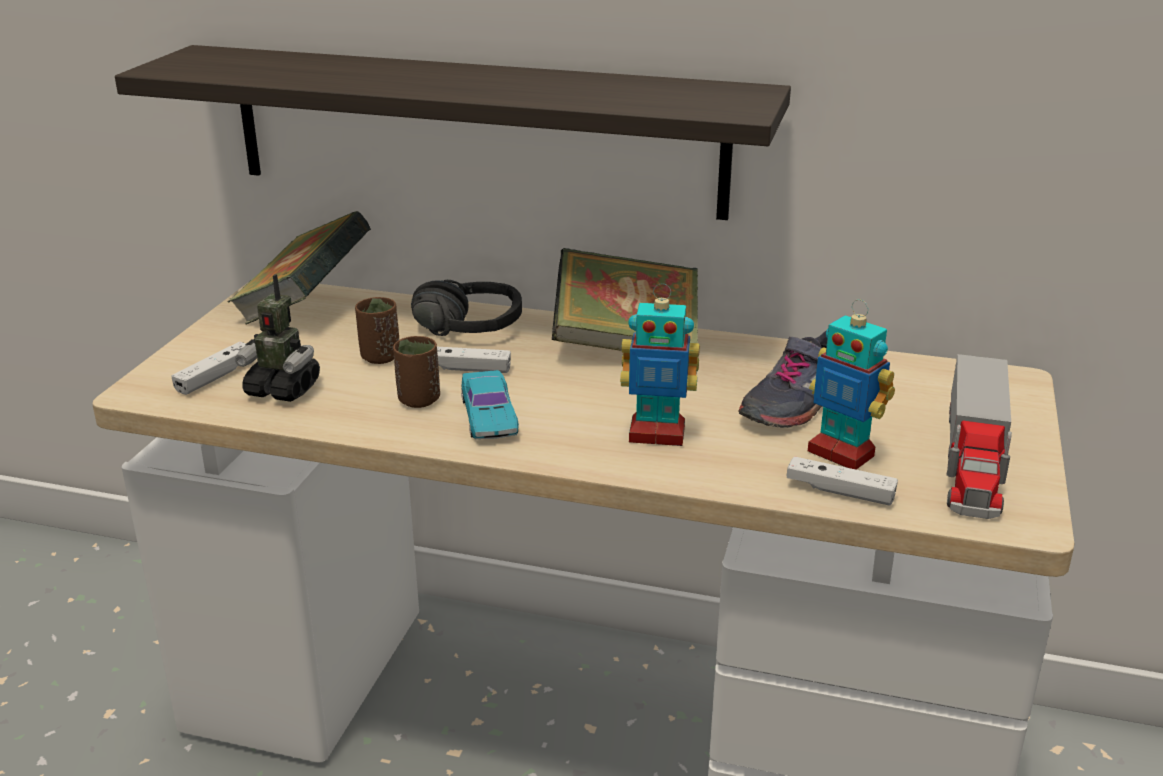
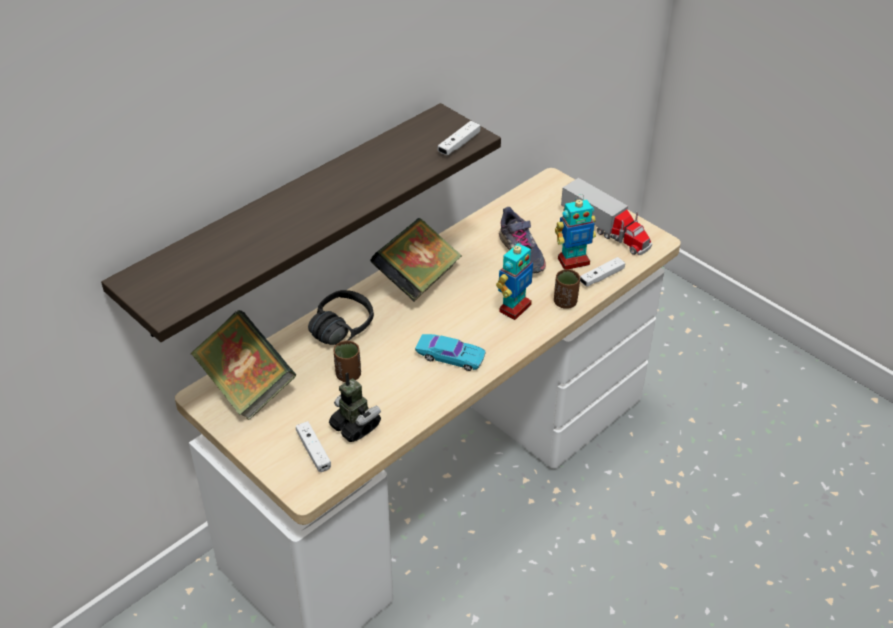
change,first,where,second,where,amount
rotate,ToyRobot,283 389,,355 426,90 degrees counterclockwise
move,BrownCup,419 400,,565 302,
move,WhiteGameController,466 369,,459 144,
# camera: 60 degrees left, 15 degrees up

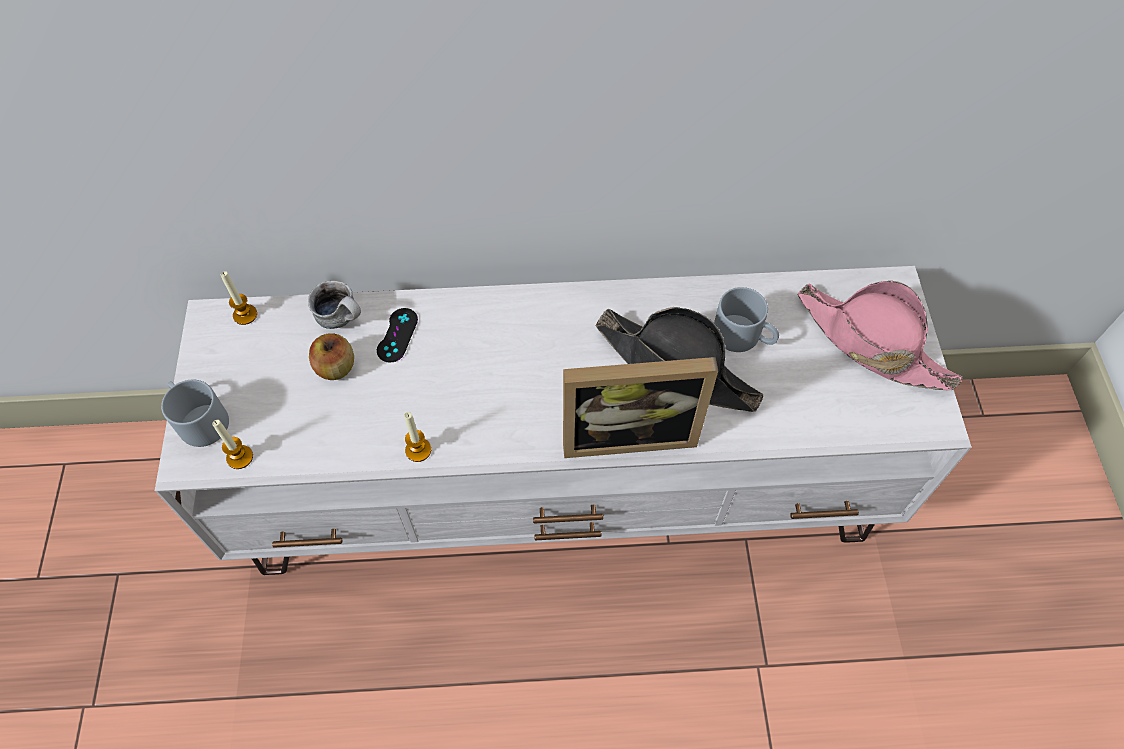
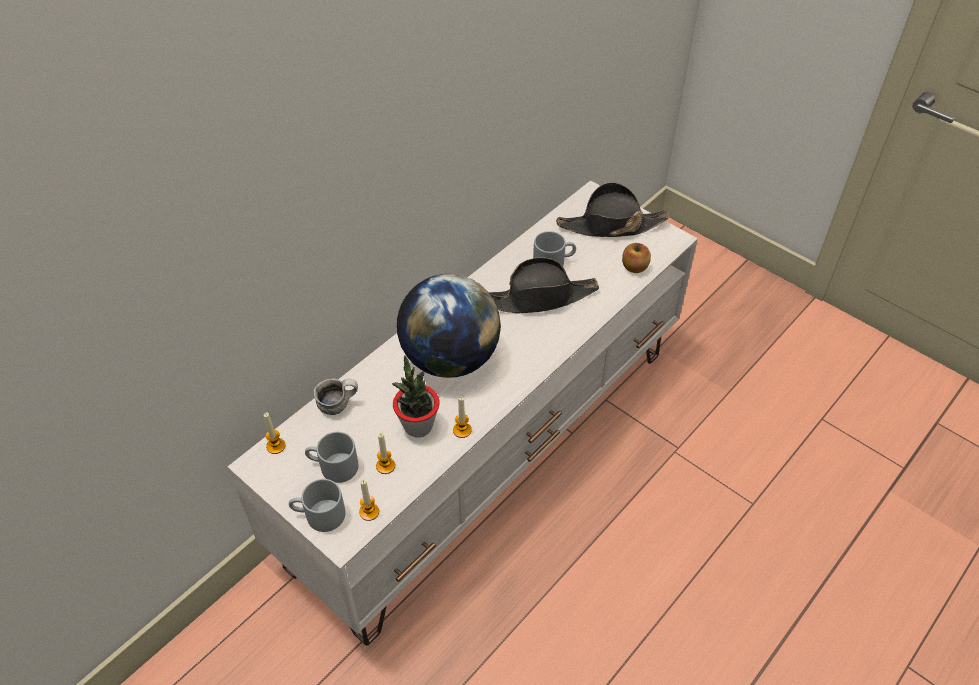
change,first,where,second,where,amount
recolor,PinkHat,871 343,BlackHat,611 225,
delete,BlackGameController,397 335,,,
move,Apple,336 368,,634 267,
delete,PictureFrame,627 432,,,
insert,,,Globe,450 358,
insert,,,PottedPlant,418 426,
insert,,,GreyMug,333 467,
insert,,,Candle,385 466,
# camera: 45 degrees left, 10 degrees down

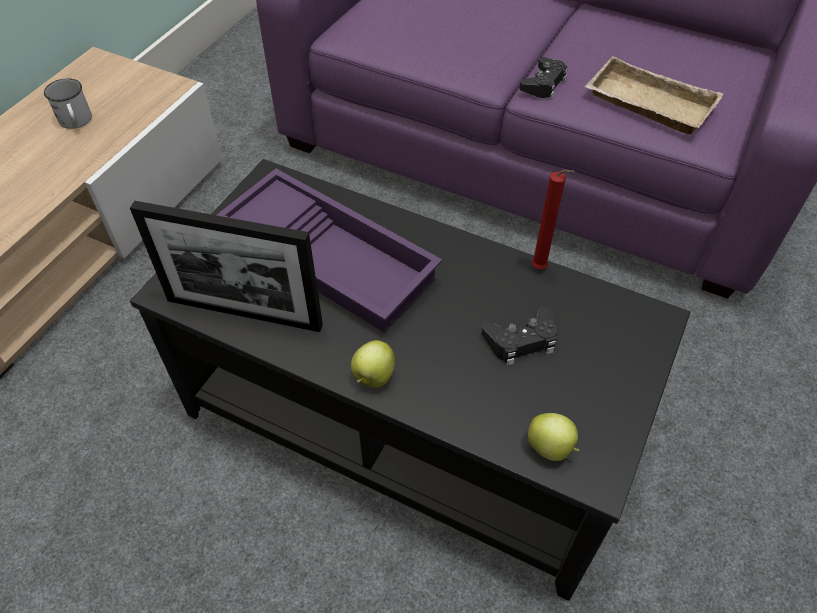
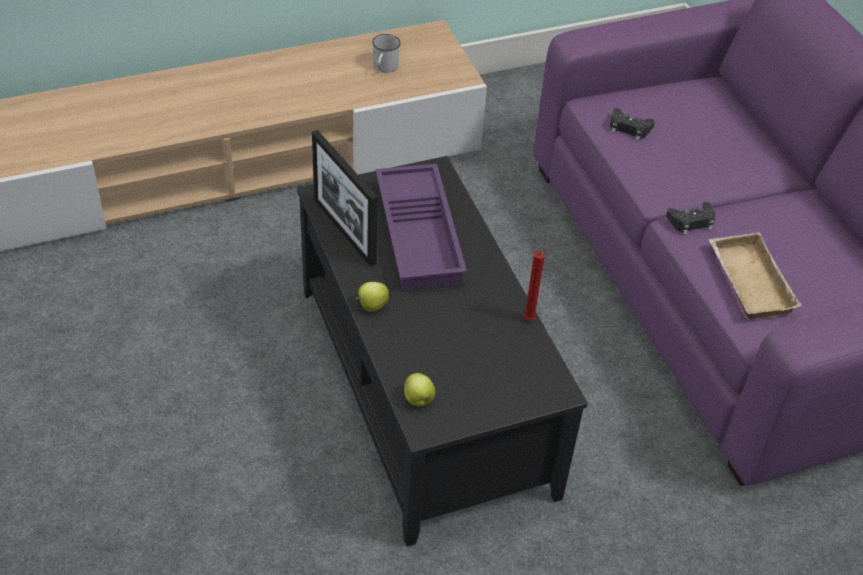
change,first,where,second,where,amount
move,BlackGameController,521 341,,629 128,
# camera: 40 degrees right, 5 degrees down

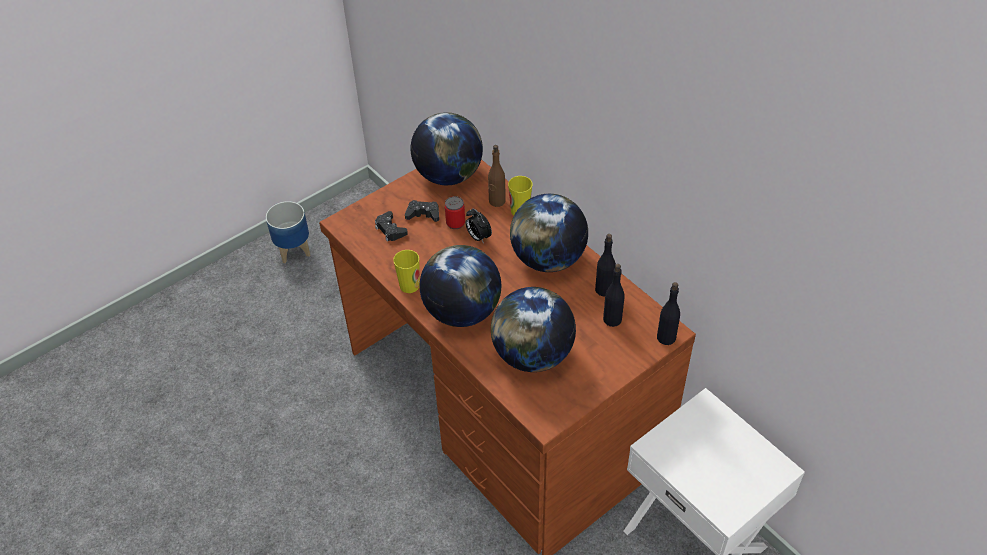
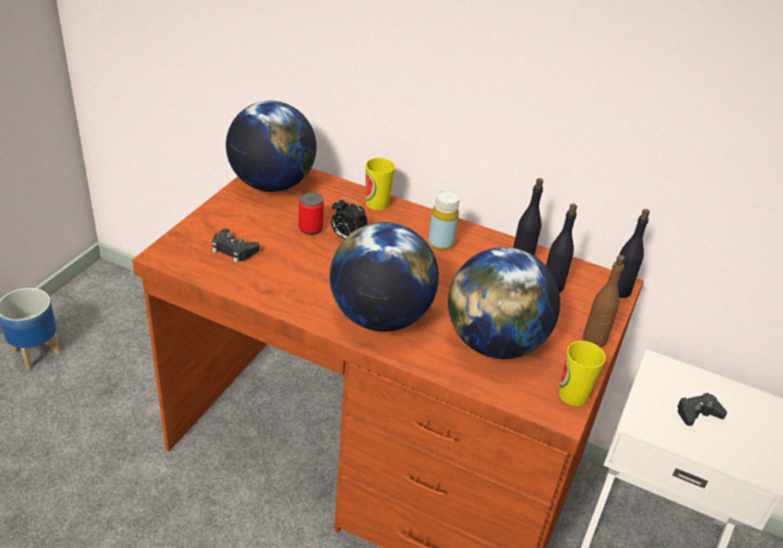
change,first,where,second,where,amount
move,BrownBottle,497 201,,594 340,
replace,Globe,548 259,YellowBottle,440 243,
move,BlackGameController,423 214,,697 413,
move,Cup,409 285,,573 394,
# camera: 30 degrees left, 10 degrees down

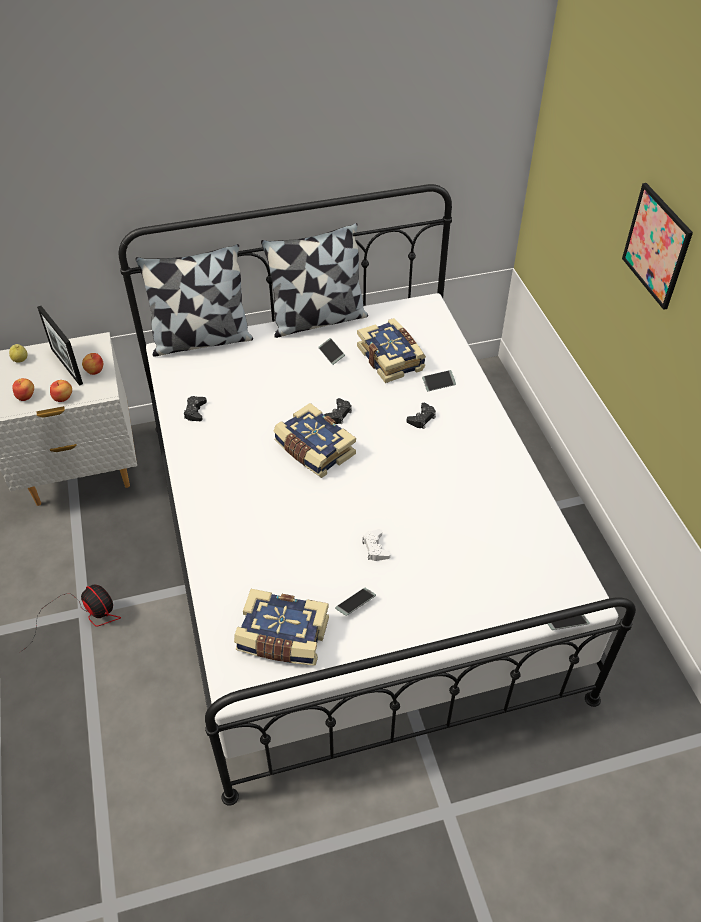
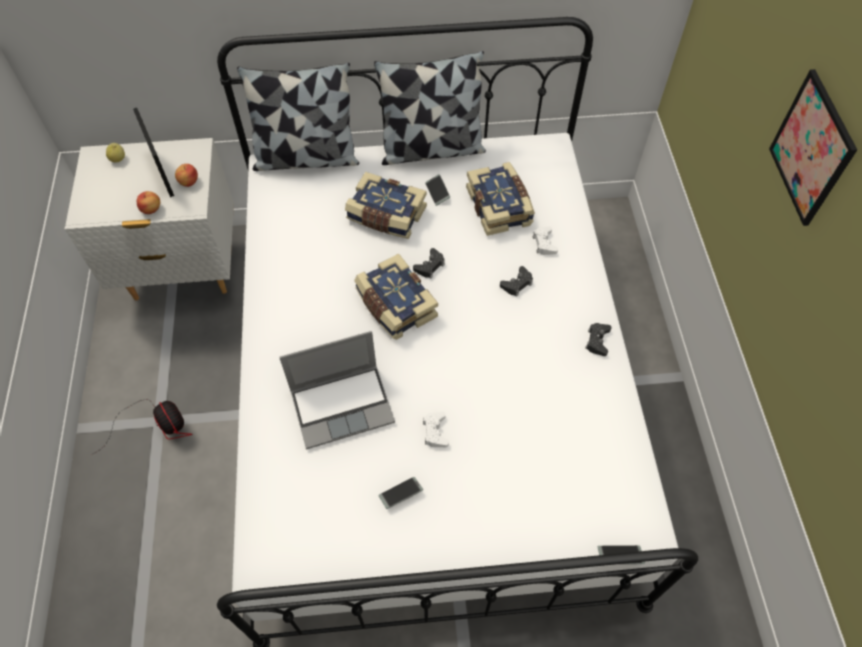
change,first,where,second,where,amount
replace,Phone,438 383,WhiteGameController,544 243,
delete,Apple,26 396,,,
move,BlackGameController,195 411,,597 341,
move,Book,282 638,,386 216,
insert,,,Laptop,343 405,
# camera: 10 degrees right, 10 degrees up

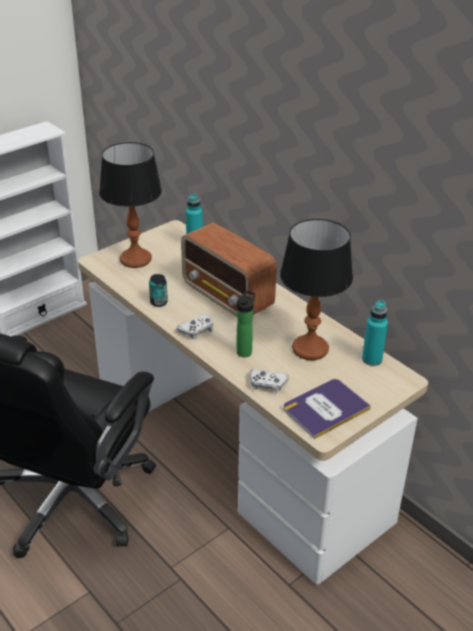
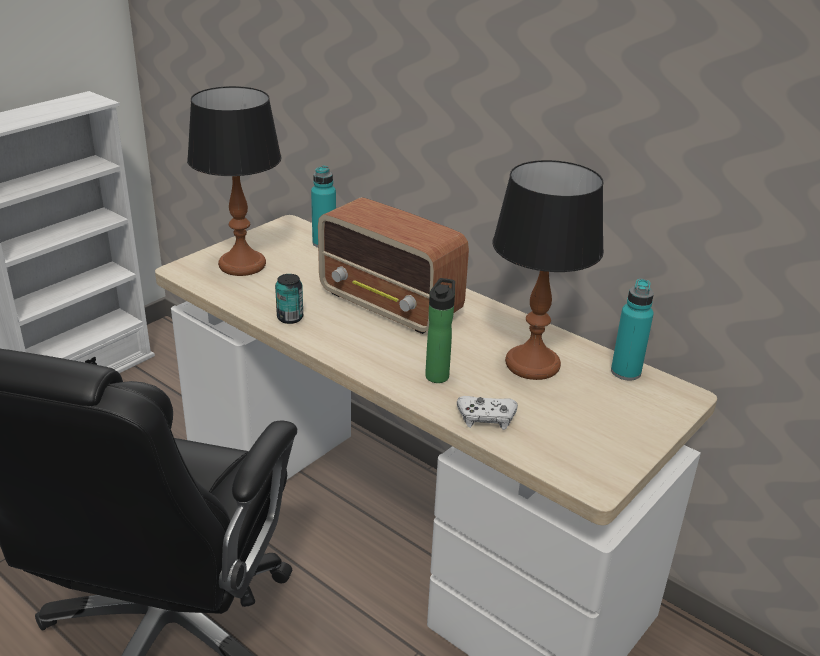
change,first,where,second,where,amount
delete,WhiteGameController,197 330,,,
delete,Book,325 409,,,
# camera: 10 degrees left, 5 degrees down

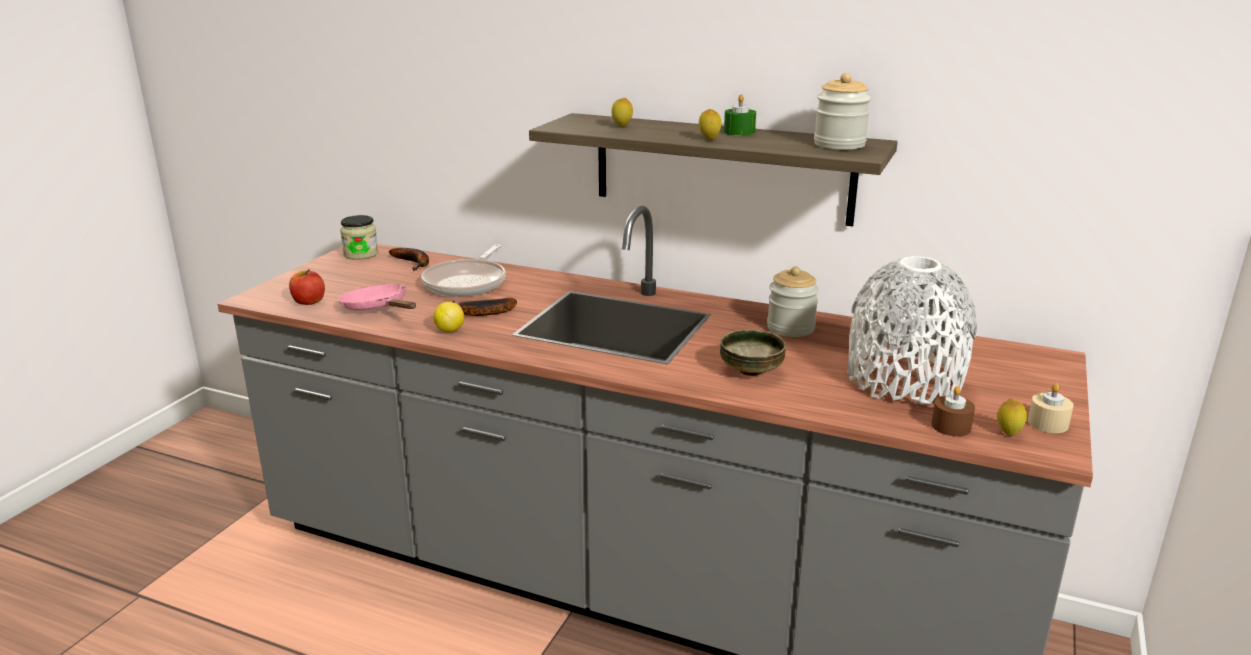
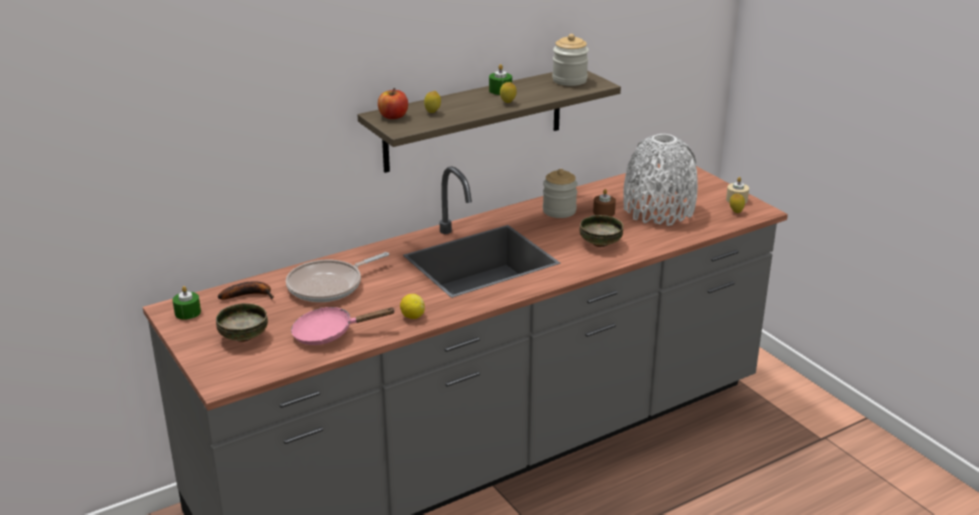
change,first,where,second,where,amount
replace,Jar,361 254,GreenCandle,187 312,
rotate,FryingPan,467 282,,329 285,90 degrees clockwise
move,Apple,309 302,,393 116,
delete,Banana,481 313,,,
move,BrownCandle,951 426,,604 212,
insert,,,Bowl,243 337,
# camera: 55 degrees left, 5 degrees up

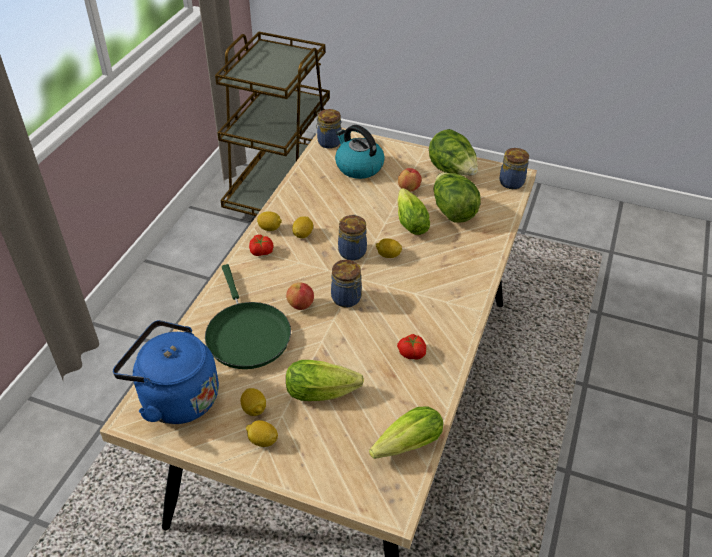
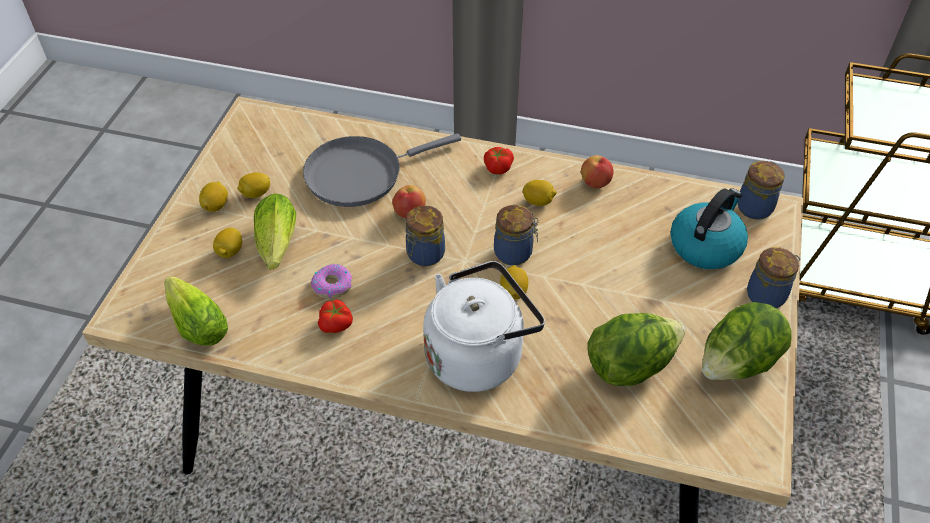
change,first,where,second,where,amount
move,Jar,511 182,,767 295,
move,Apple,409 188,,595 183,
delete,Lettuce,410 220,,,
move,Lemon,270 228,,230 251,
recolor,GreenFryingPan,246 334,GreyFryingPan,360 174,
delete,BlueKettle,175 397,,,
insert,,,WhiteKettle,478 354,
insert,,,Donut,332 285,
# camera: 85 degrees right, 5 degrees up

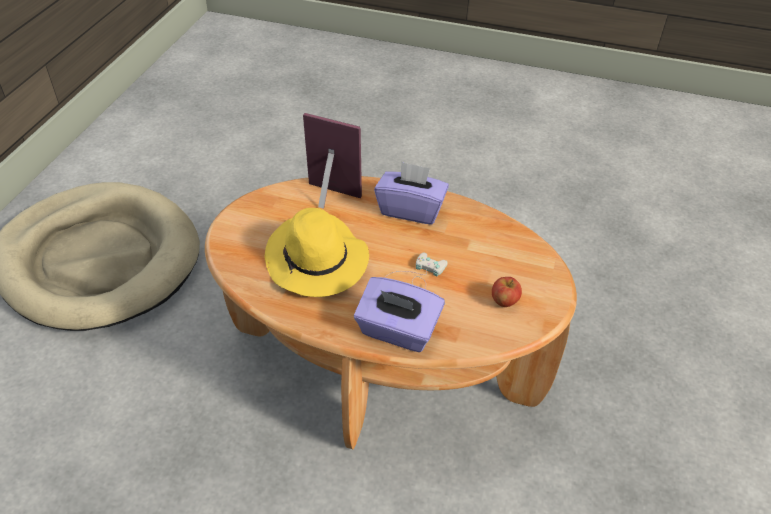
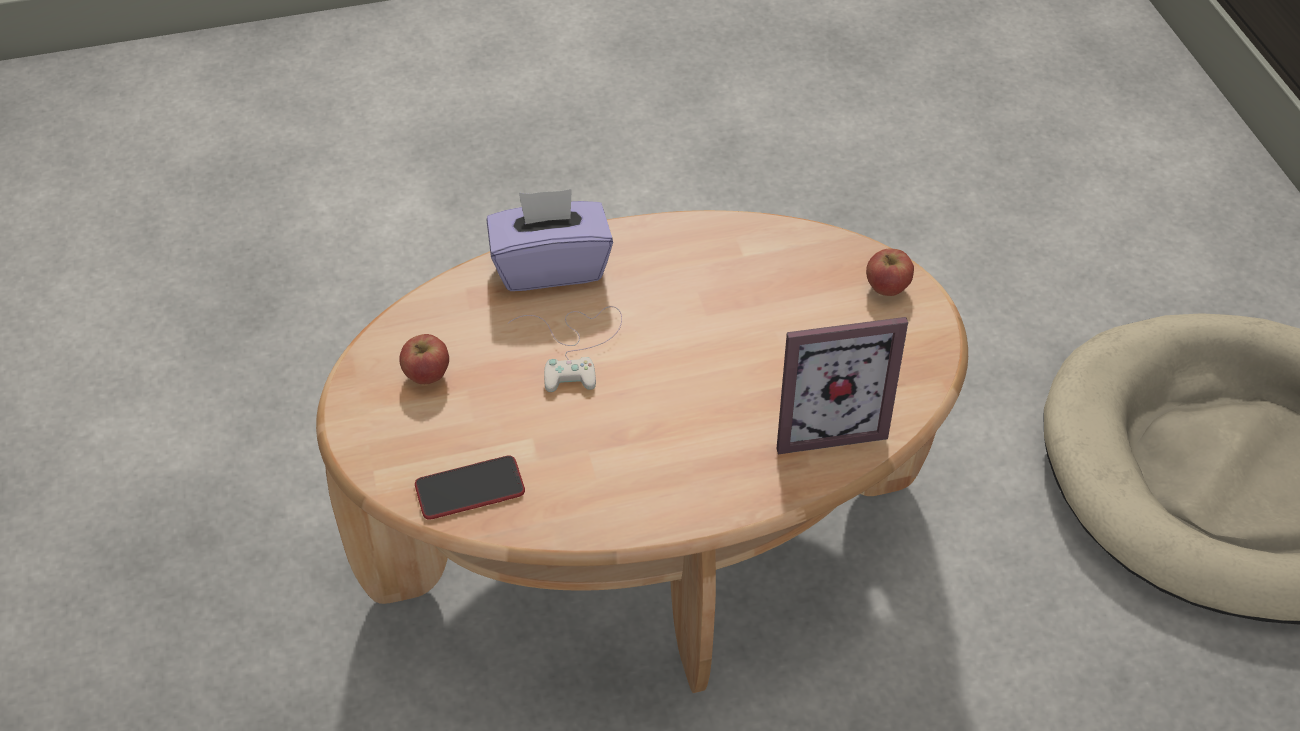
change,first,where,second,where,amount
delete,PurpleTissueBox,410 209,,,
delete,YellowHat,317 261,,,
insert,,,Apple,887 288,
insert,,,Phone,470 489,
# camera: 150 degrees right, 5 degrees up

